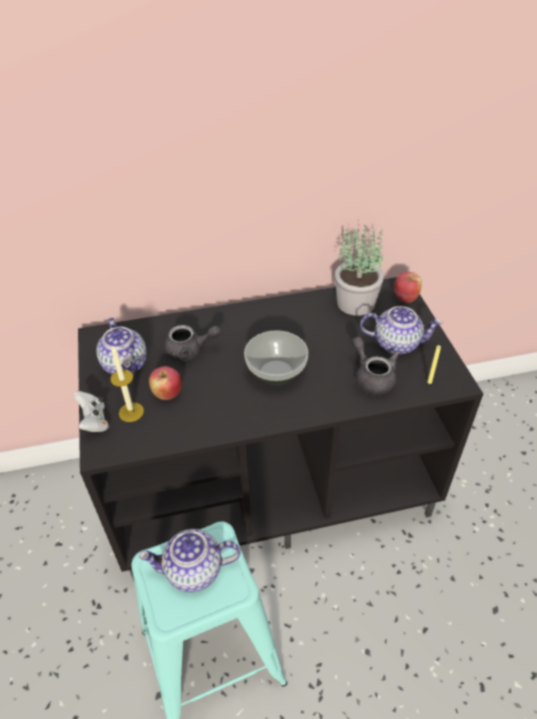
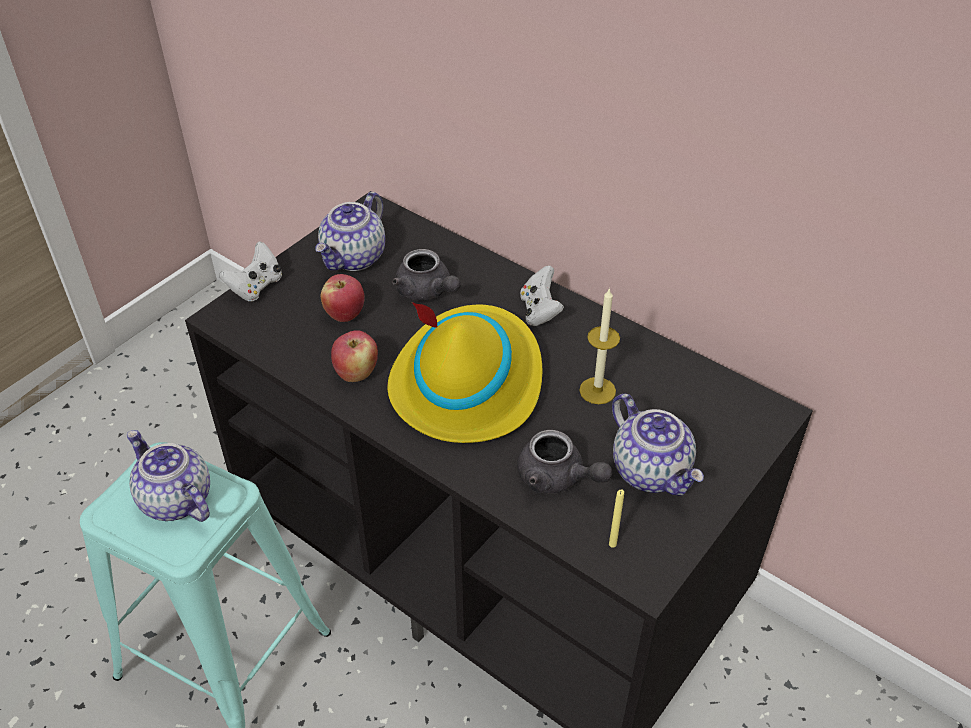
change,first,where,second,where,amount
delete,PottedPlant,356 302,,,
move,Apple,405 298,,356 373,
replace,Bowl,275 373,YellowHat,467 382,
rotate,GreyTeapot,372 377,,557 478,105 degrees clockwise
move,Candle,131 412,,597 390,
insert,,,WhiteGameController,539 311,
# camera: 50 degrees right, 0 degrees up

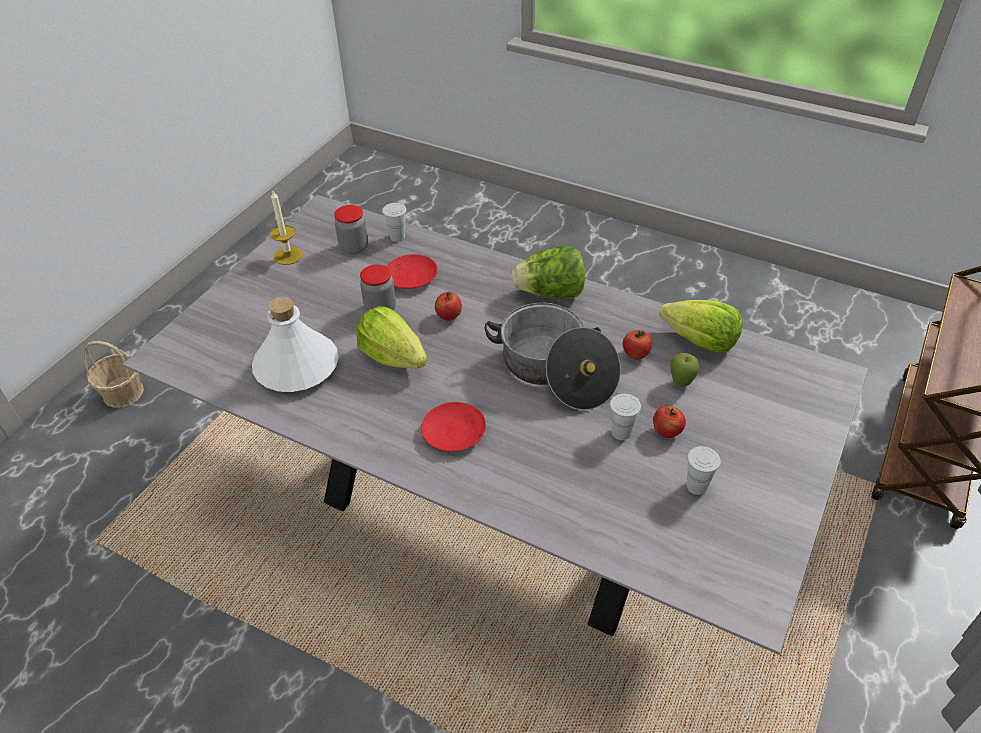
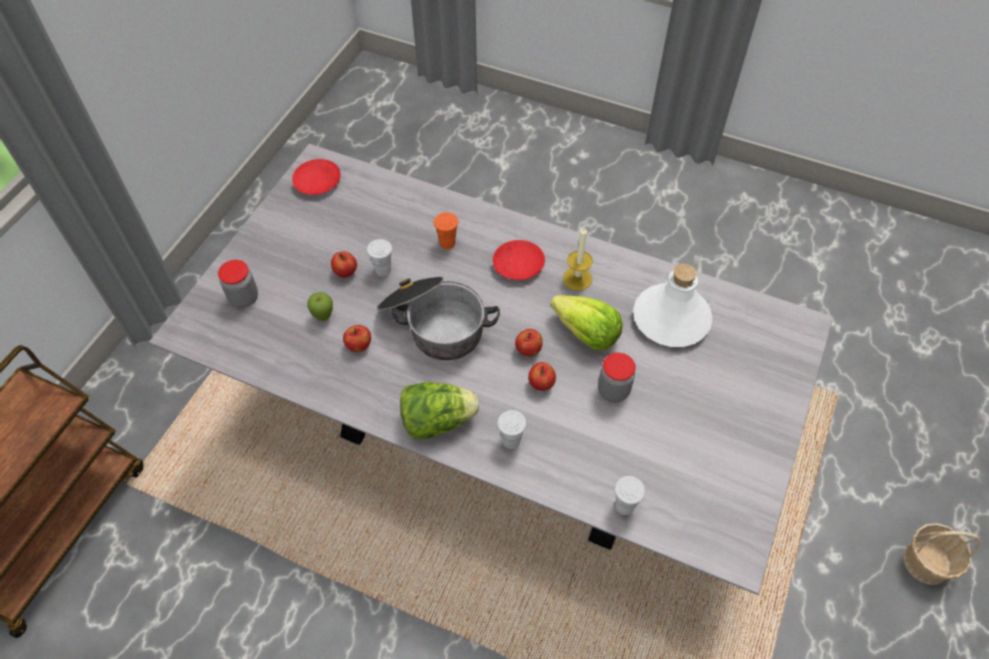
change,first,where,second,where,amount
move,Candle,288 255,,577 278,
move,Jar,354 247,,244 298,
move,RedPlate,410 277,,318 181,
delete,Lettuce,700 341,,,
move,WhiteCup,696 486,,511 441,
insert,,,OrangeCup,447 243,
insert,,,Apple,528 350,
# camera: 175 degrees right, 10 degrees up

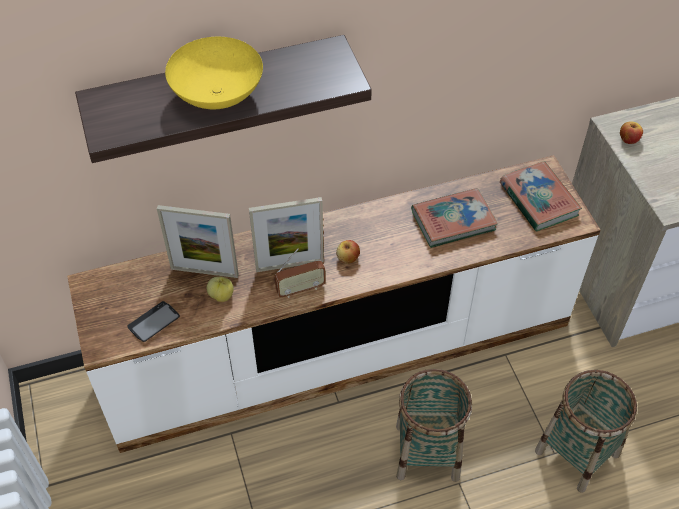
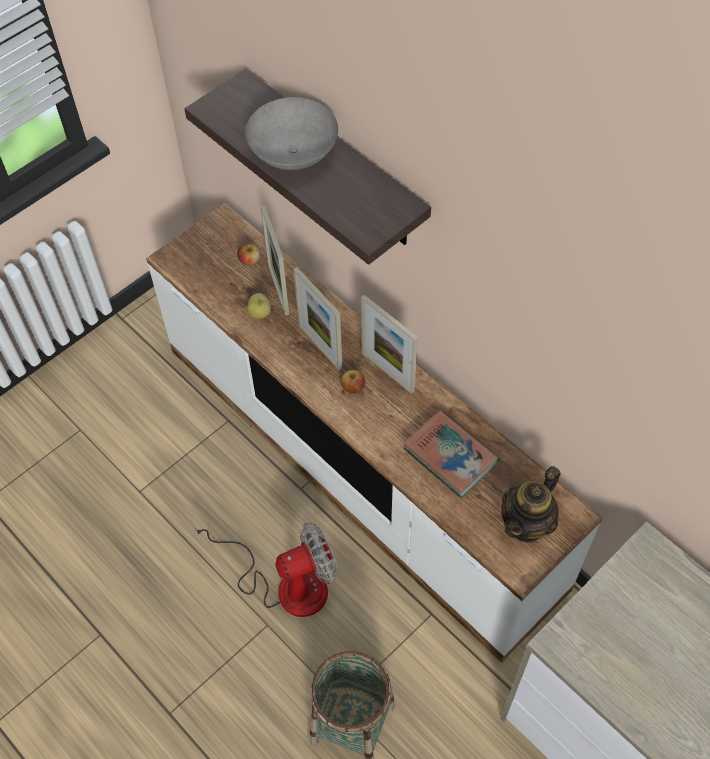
change,first,where,second,where,amount
recolor,YellowBowl,219 96,GreyBowl,293 156,
move,Apple,628 139,,249 260,
replace,Book,538 200,Teapot,527 524,
delete,Radio,300 289,,,
delete,Phone,153 322,,,
replace,Basket,427 452,Fan,286 584,
insert,,,PictureFrame,387 372,
# camera: 65 degrees right, 5 degrees up

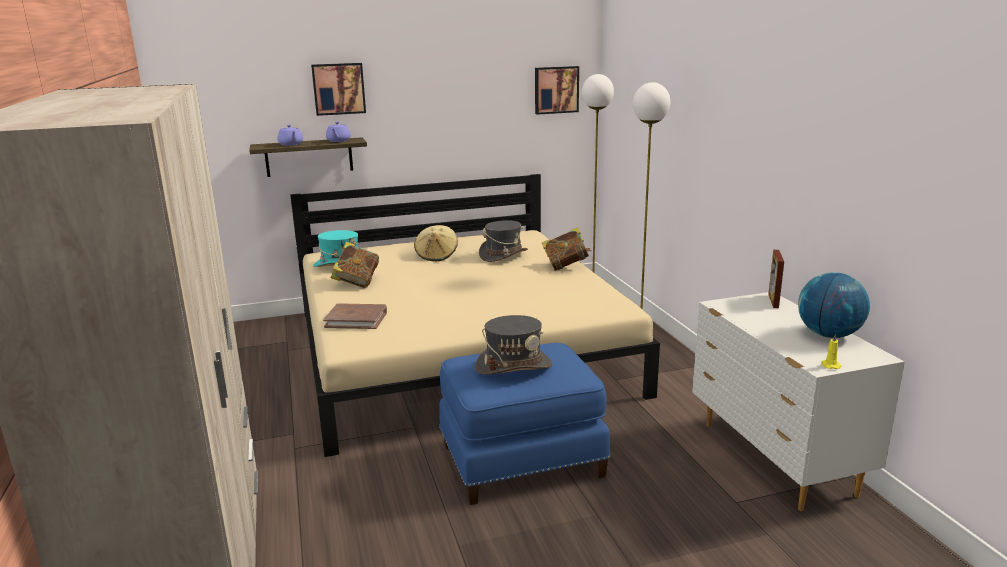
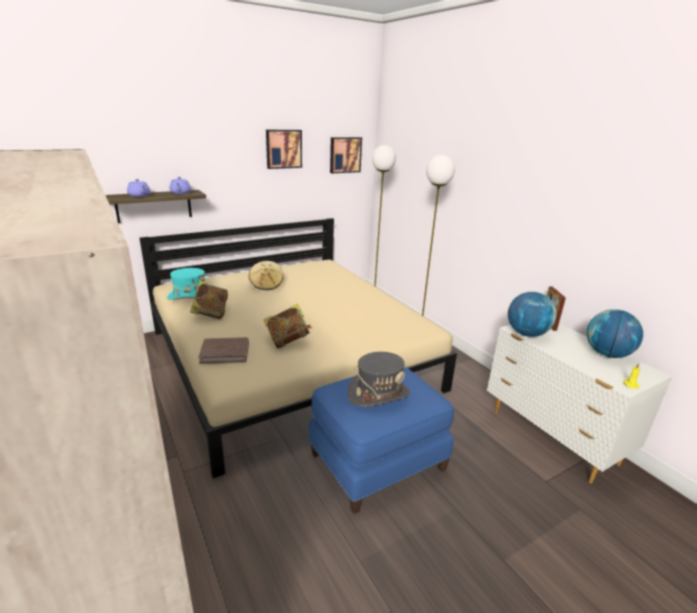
change,first,where,second,where,amount
move,Picture,338 88,,283 149,
delete,GreyHat,503 255,,,
move,Book,566 266,,288 341,
insert,,,Globe,526 334,
# camera: 15 degrees left, 5 degrees up

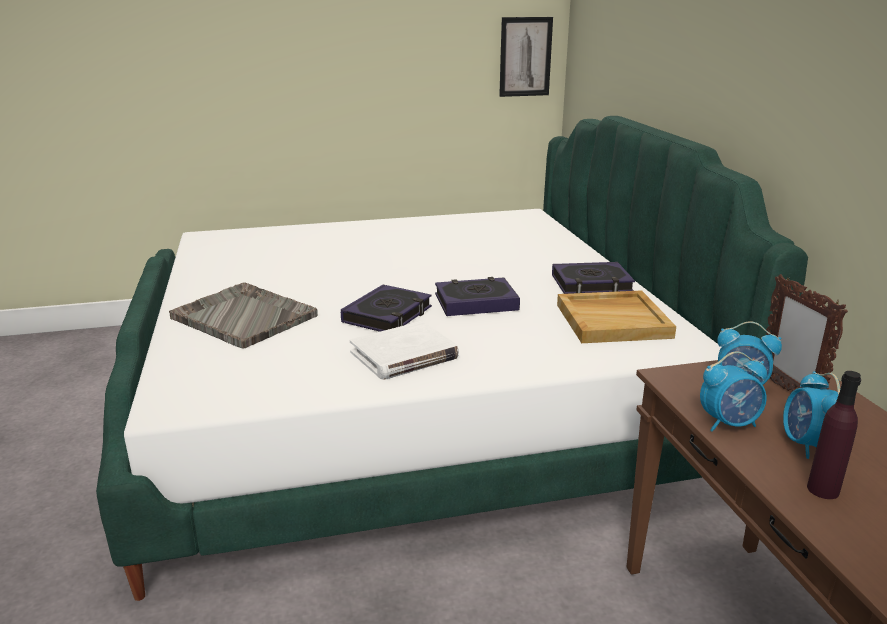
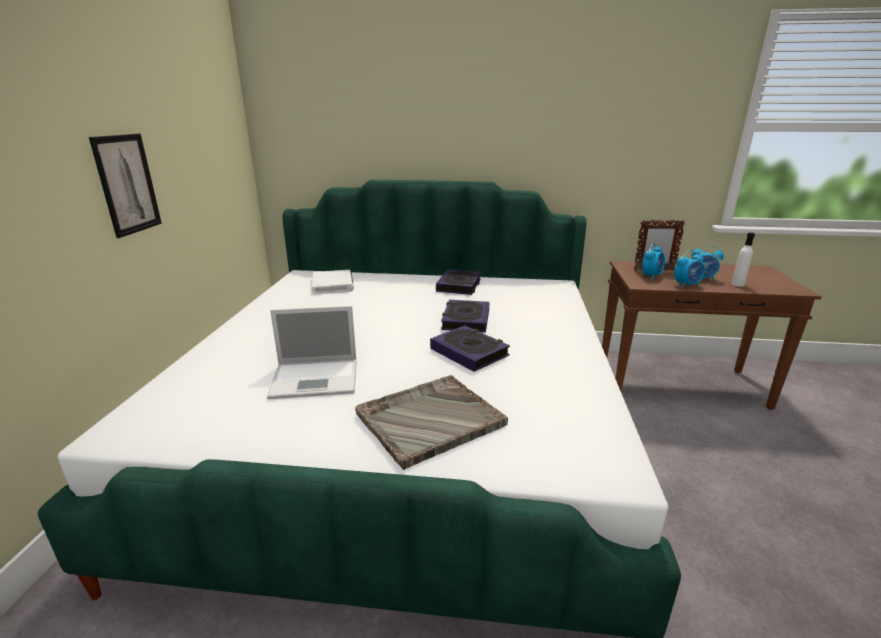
change,first,where,second,where,amount
move,Picture,525 57,,127 184,
delete,BeigeTray,613 320,,,
move,WhiteBook,404 355,,333 284,
rotate,AlarmClock,729 424,,686 285,60 degrees clockwise
recolor,PurpleBottle,823 490,WhiteBottle,737 284,
insert,,,Laptop,317 378,
# camera: 70 degrees left, 0 degrees up

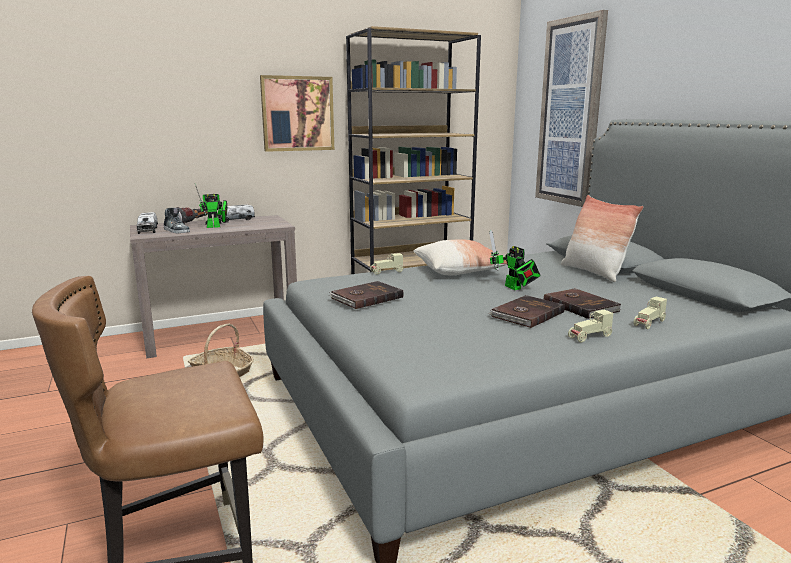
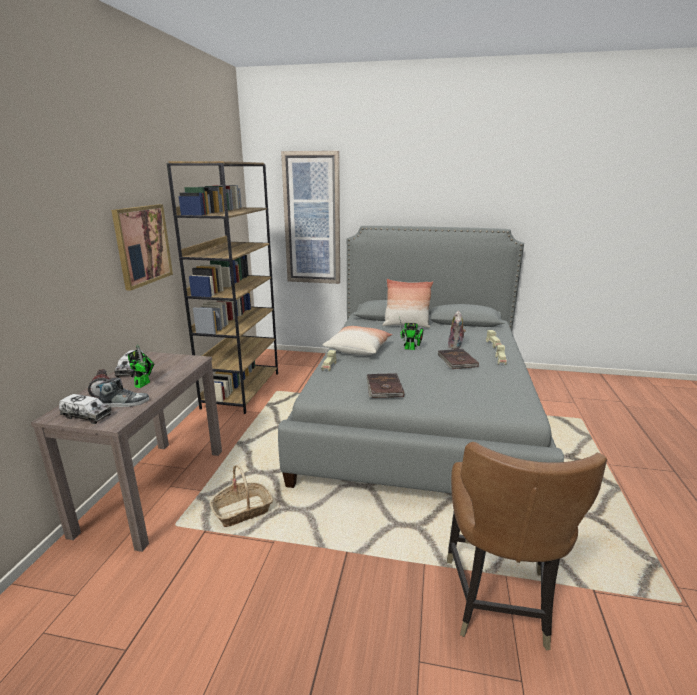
change,first,where,second,where,amount
replace,BrownBook,581 306,PlushToy,456 346,
# camera: 55 degrees left, 5 degrees up

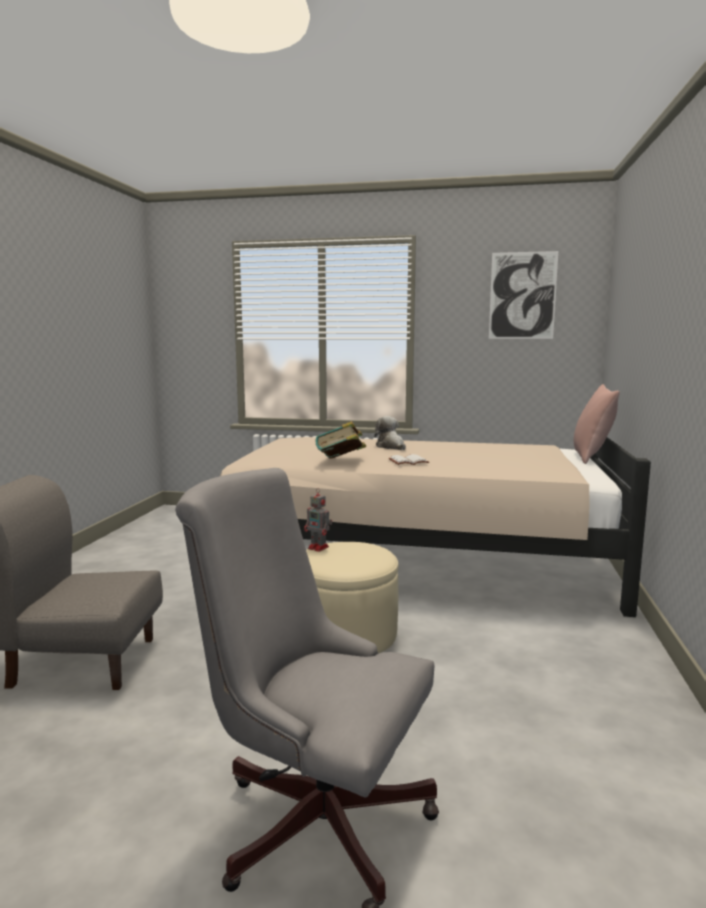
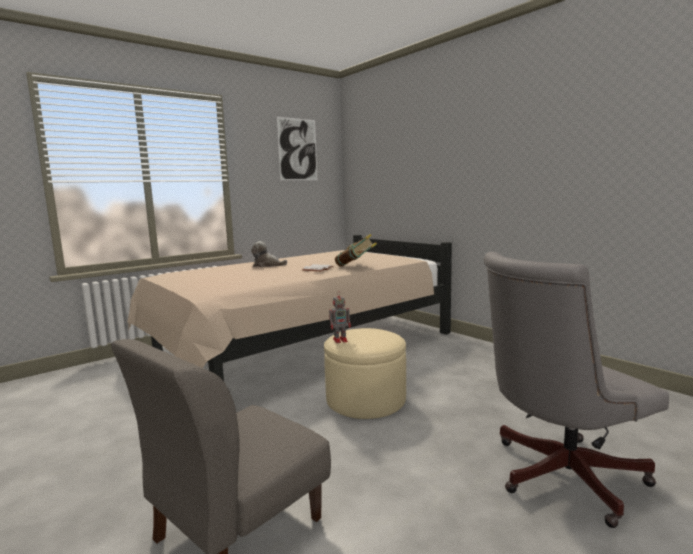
change,first,where,second,where,amount
delete,PinkPillow,592 457,,,
move,Book,341 461,,355 266,
# camera: 50 degrees left, 0 degrees up

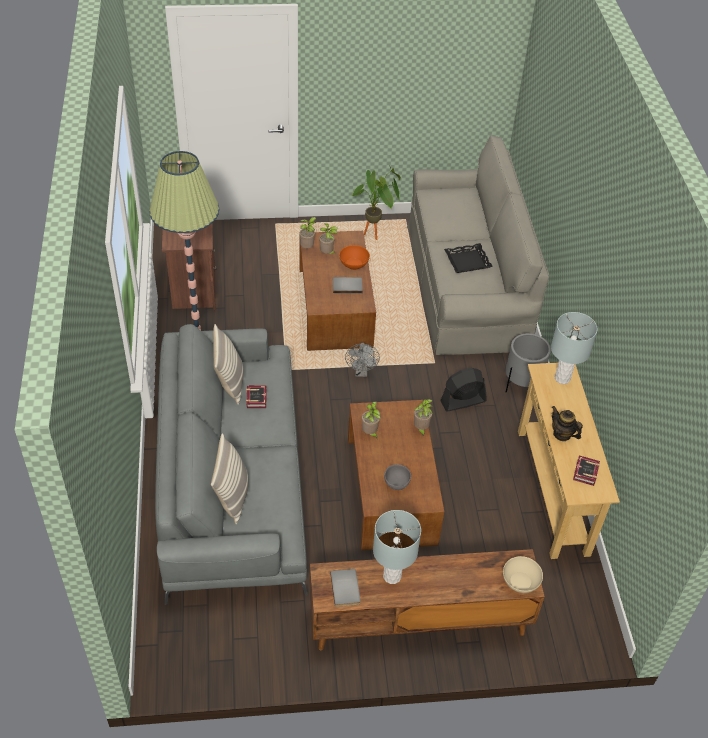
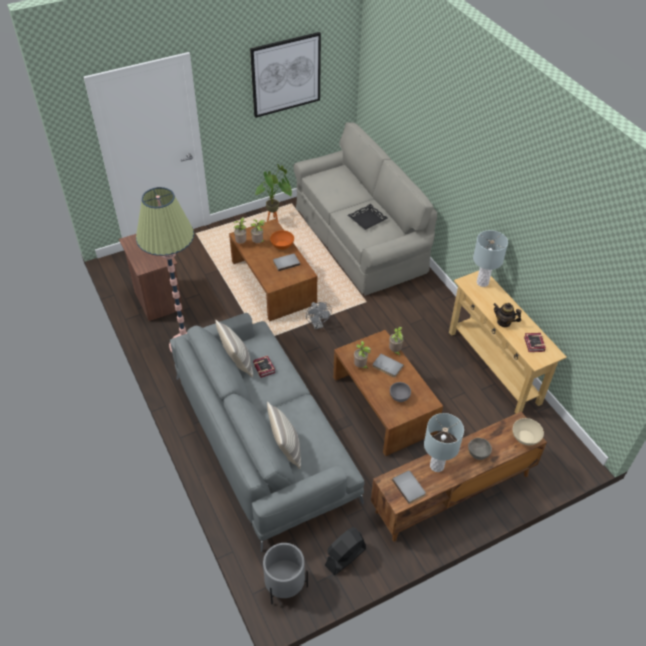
change,first,where,second,where,amount
move,GreyPlanter,522 383,,285 585,
move,BlackFan,463 401,,345 557,
insert,,,Picture,286 75,
insert,,,GreyBook,387 367,
insert,,,GreyBowl,478 453,
# camera: 20 degrees left, 0 degrees up

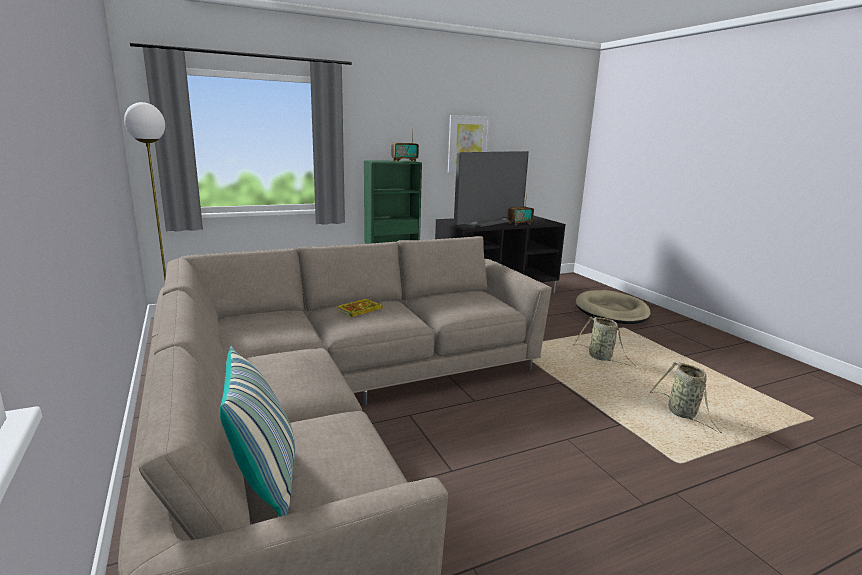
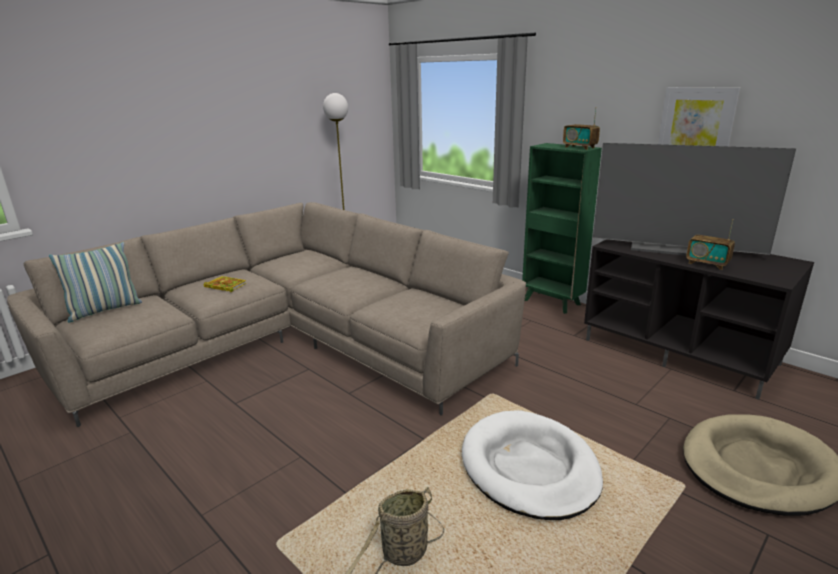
change,first,where,second,where,amount
move,Book,358 310,,225 286,
replace,Basket,601 358,WhiteDogBed,529 468,
# camera: 70 degrees right, 5 degrees up

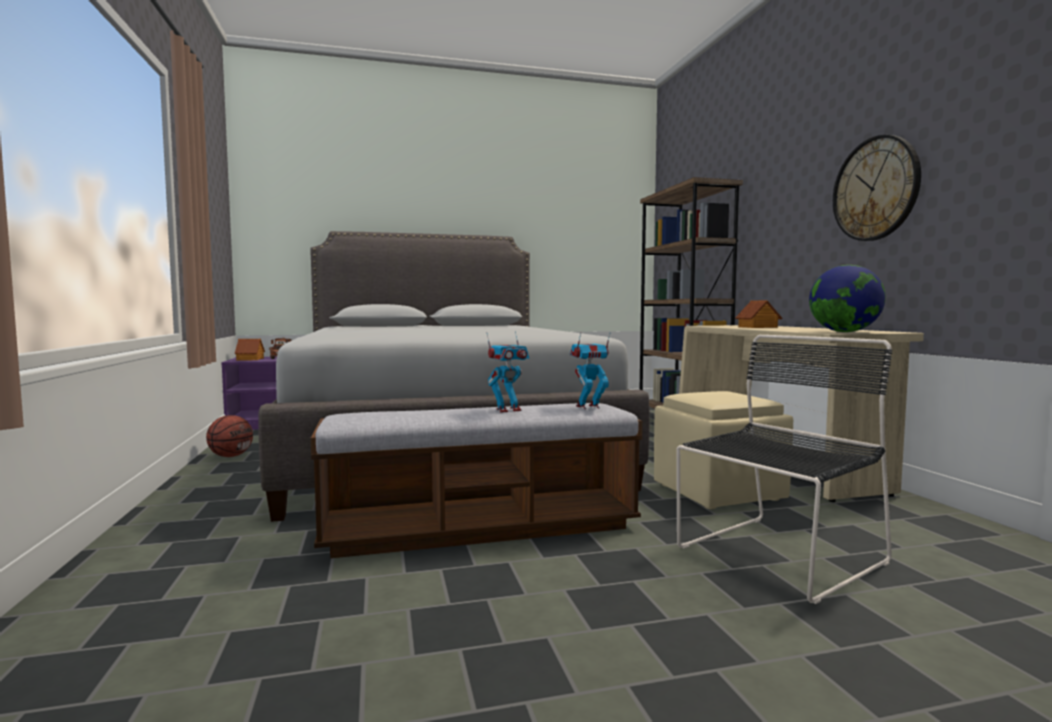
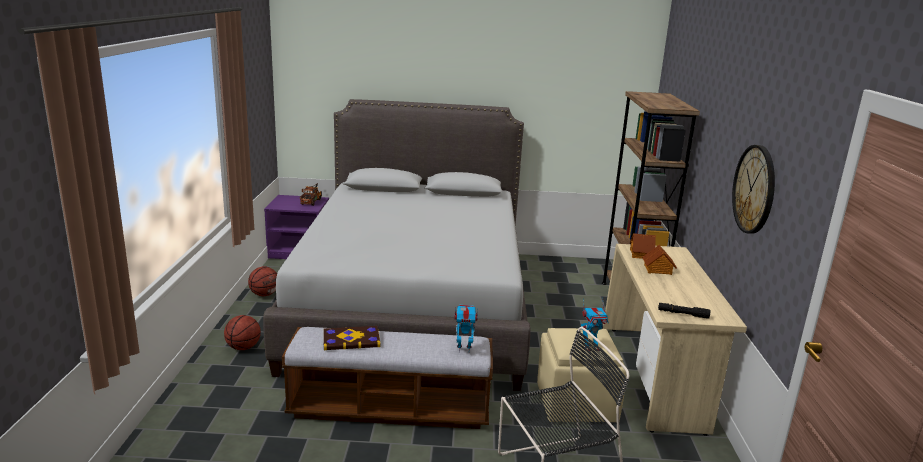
change,first,where,second,where,amount
replace,Globe,844 332,BlackFlashlight,683 314,
move,ToyRobot,507 410,,591 348,
move,ToyHouse,250 359,,641 254,
insert,,,Basketball,243 347,
insert,,,Book,351 339,
# camera: 15 degrees right, 15 degrees up

